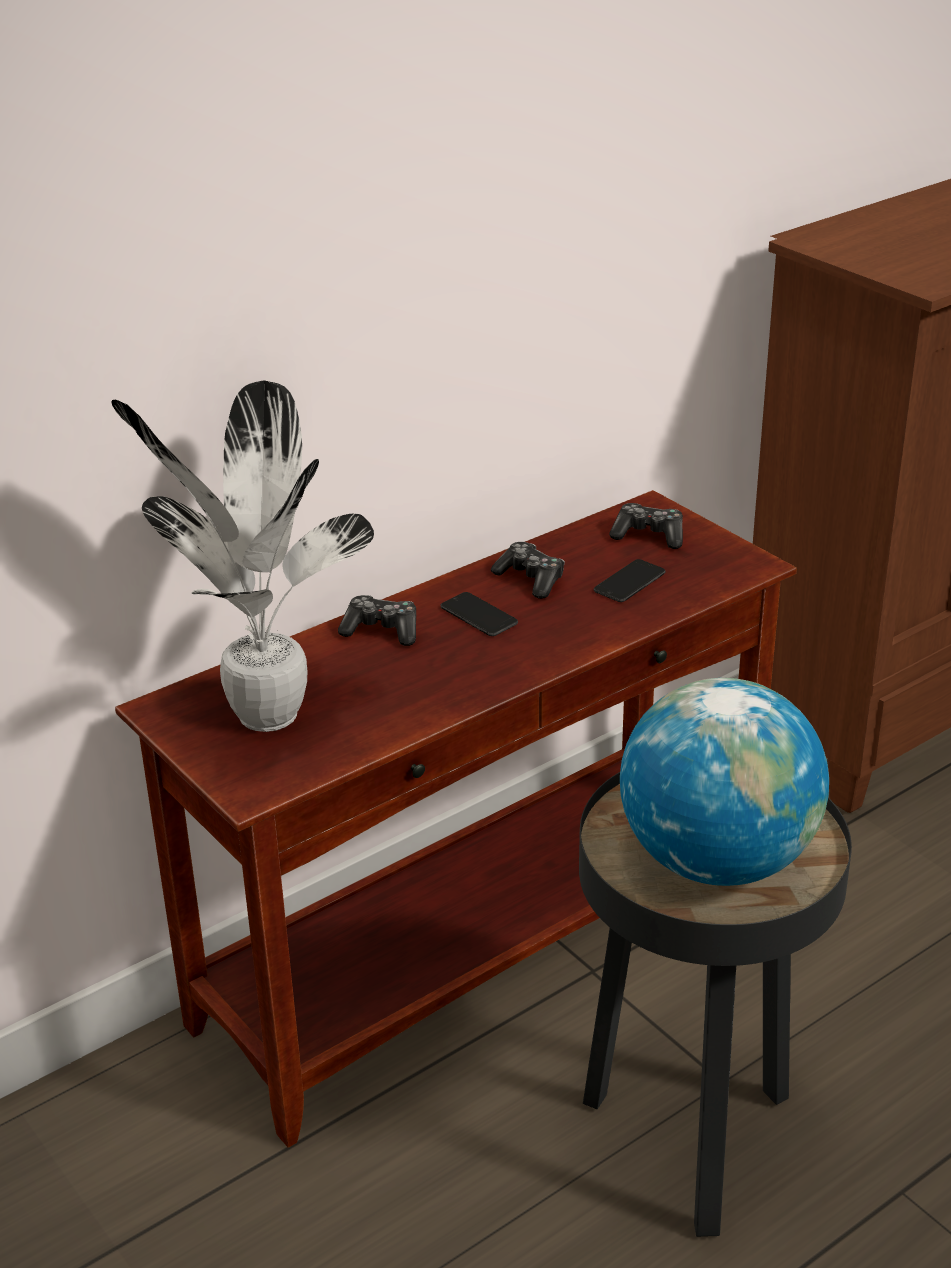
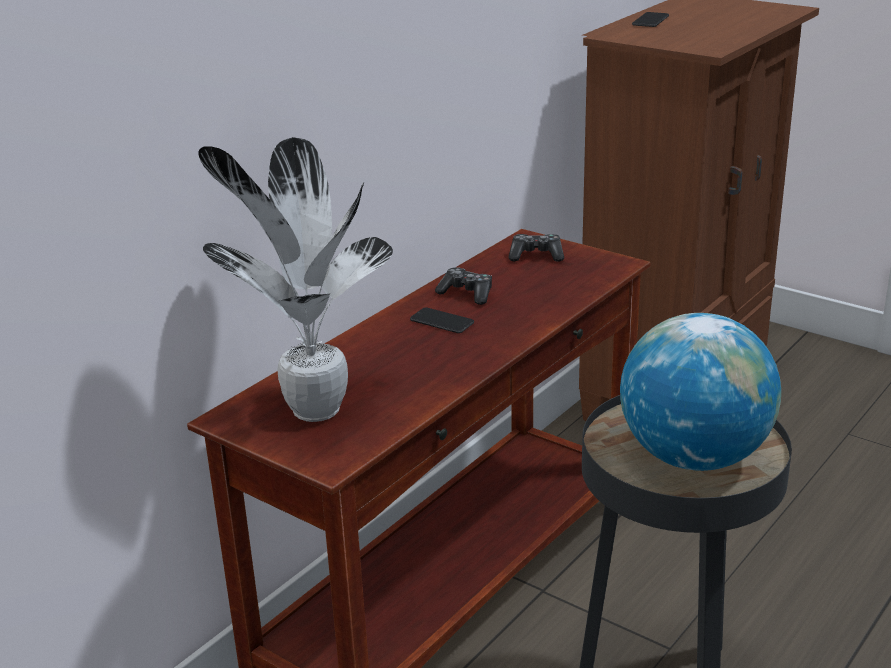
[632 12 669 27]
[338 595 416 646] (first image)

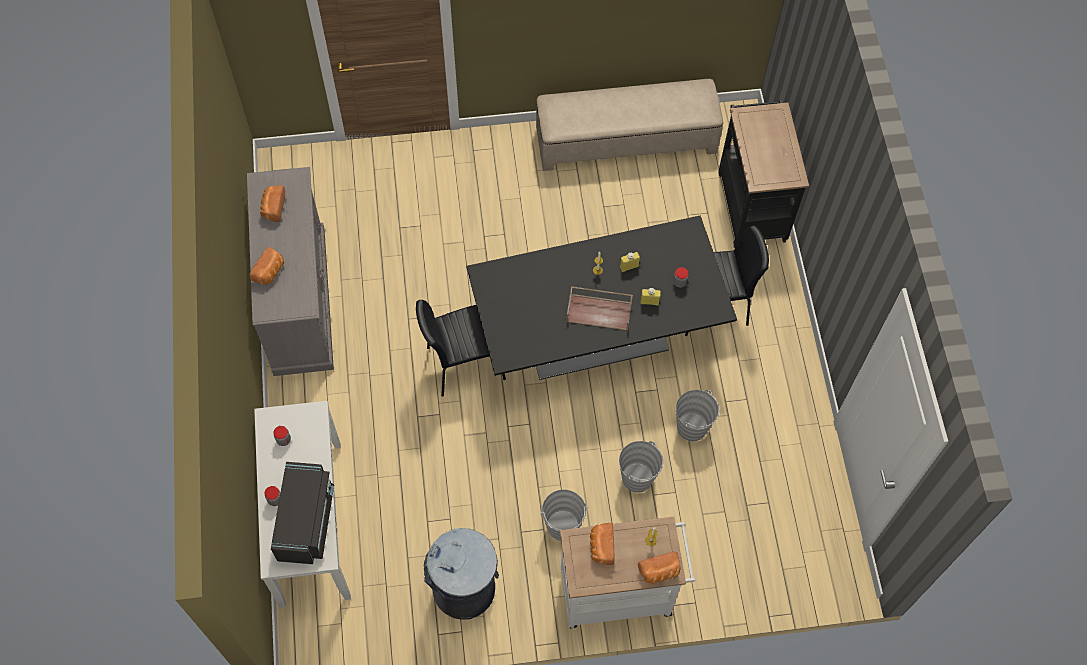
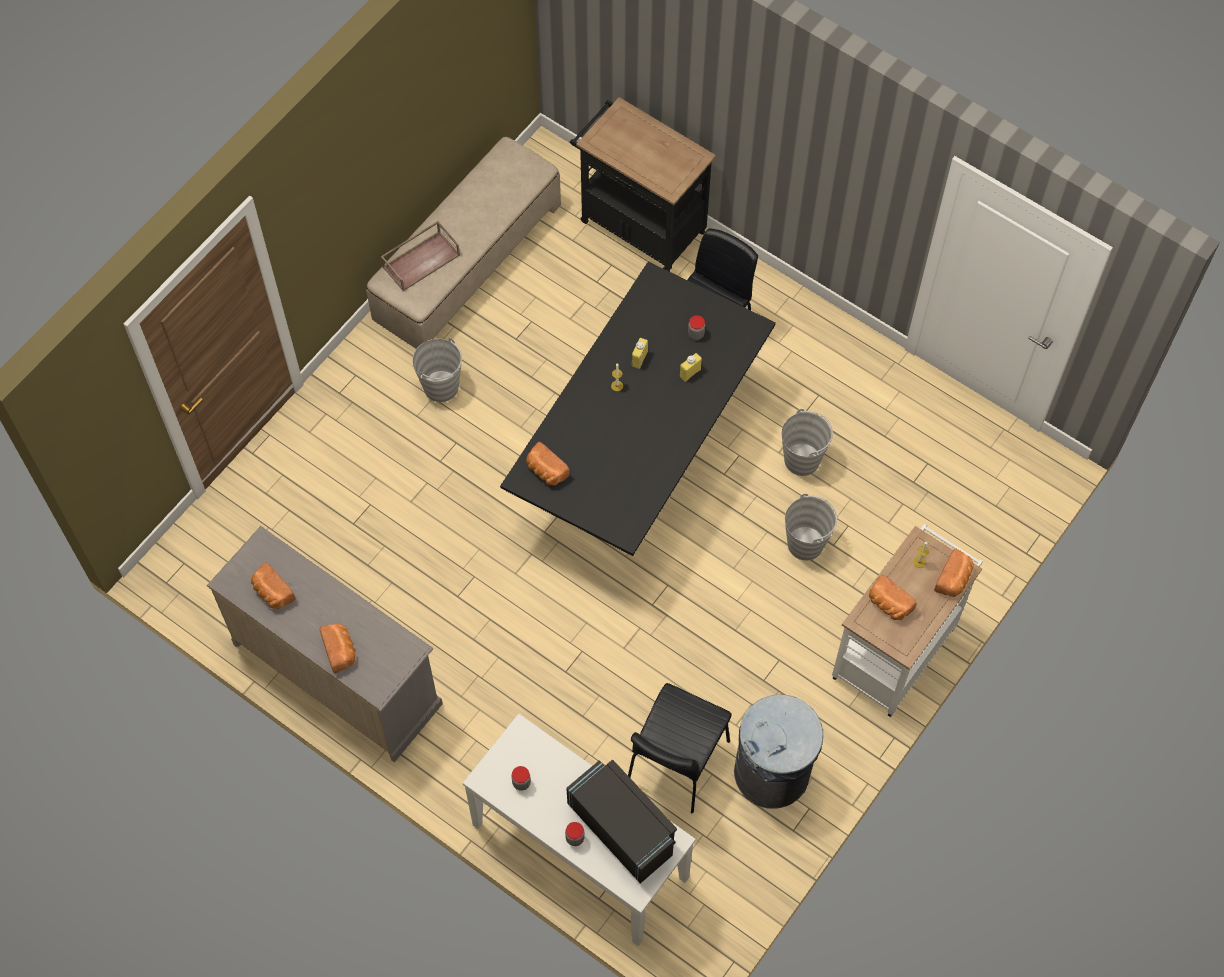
[381 221 460 291]
[628 683 732 813]
[412 338 462 402]
[526 442 570 485]

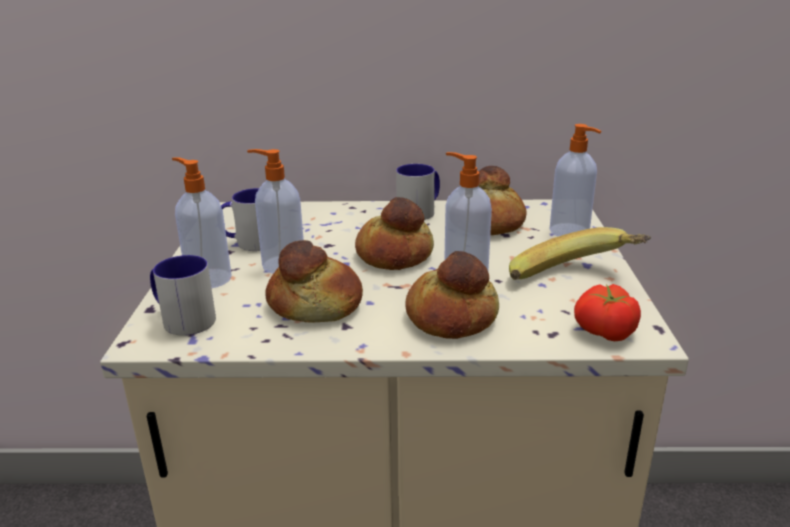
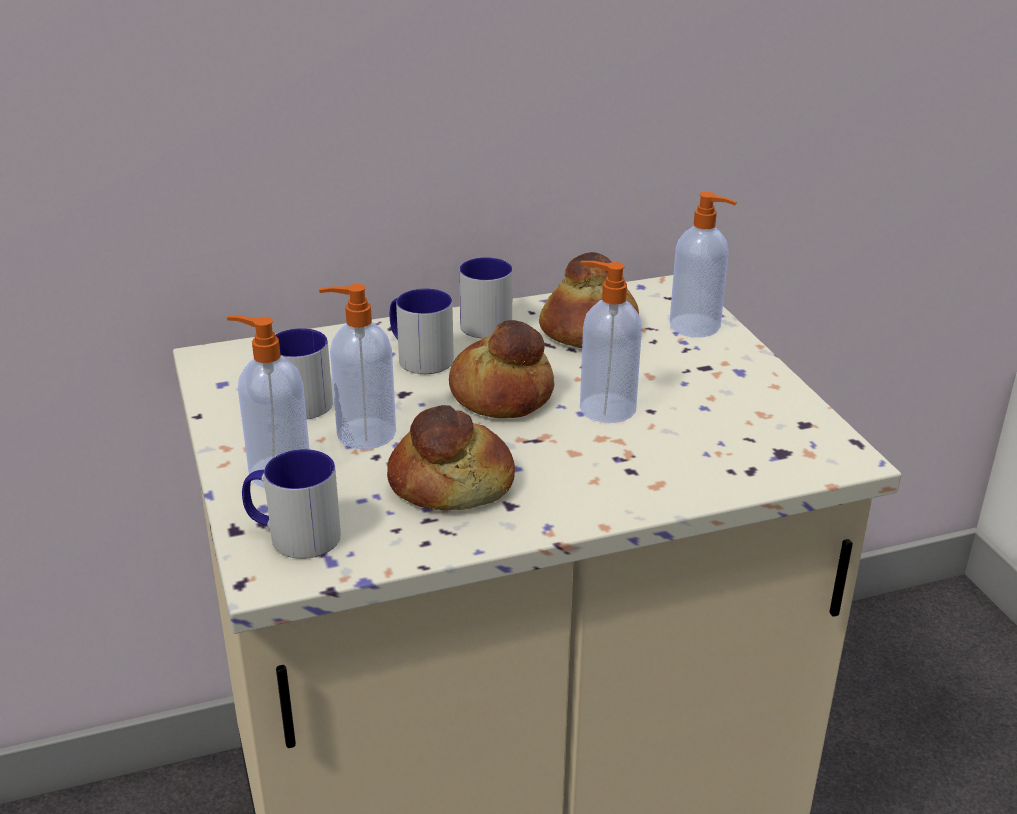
[509 227 651 280] (first image)
[405 251 499 339] (first image)
[574 284 641 341] (first image)
[390 289 454 374]

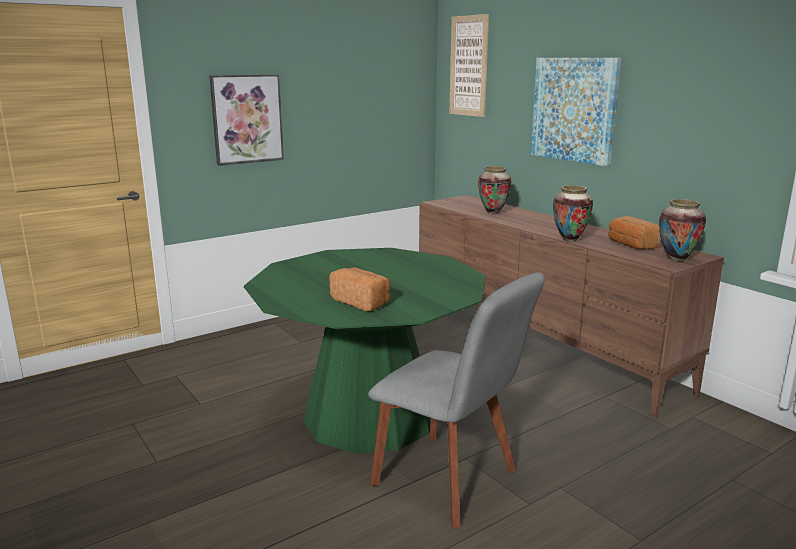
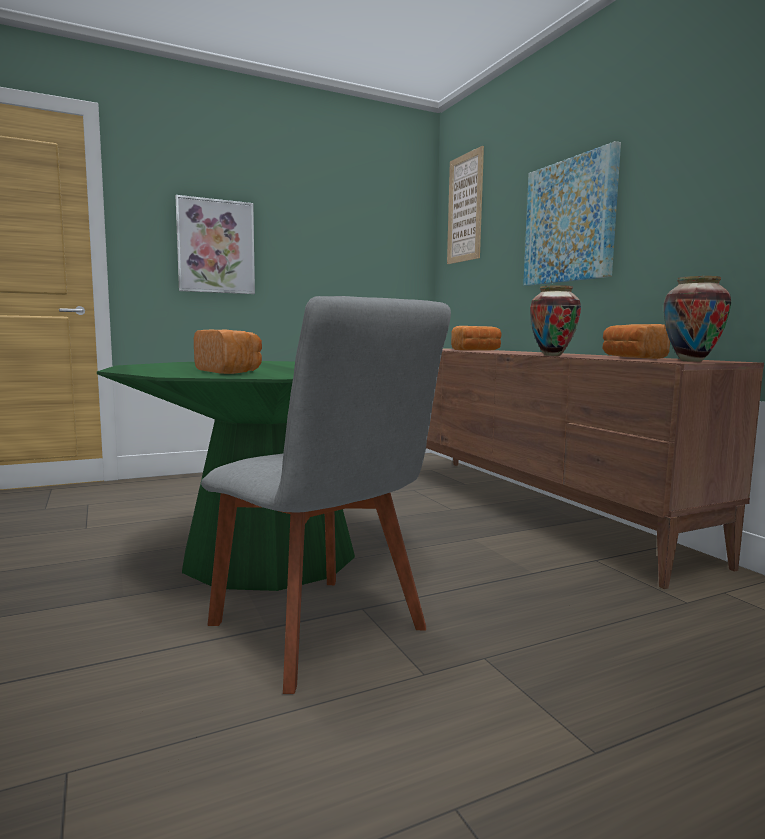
[451 326 502 351]

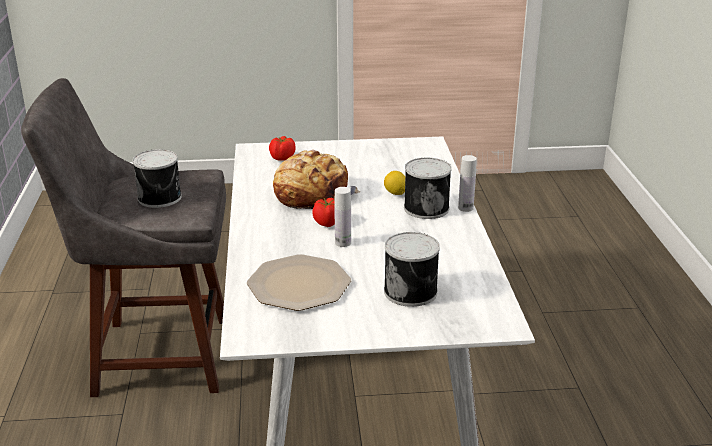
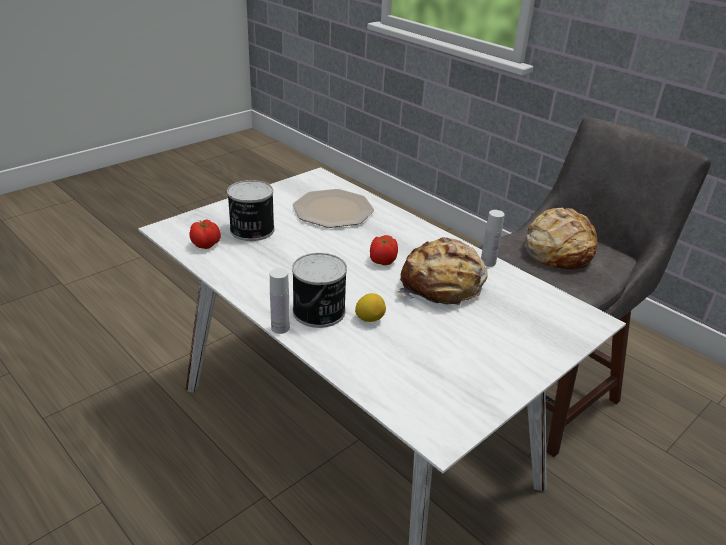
[189 219 221 249]
[524 208 597 269]
[481 210 505 267]

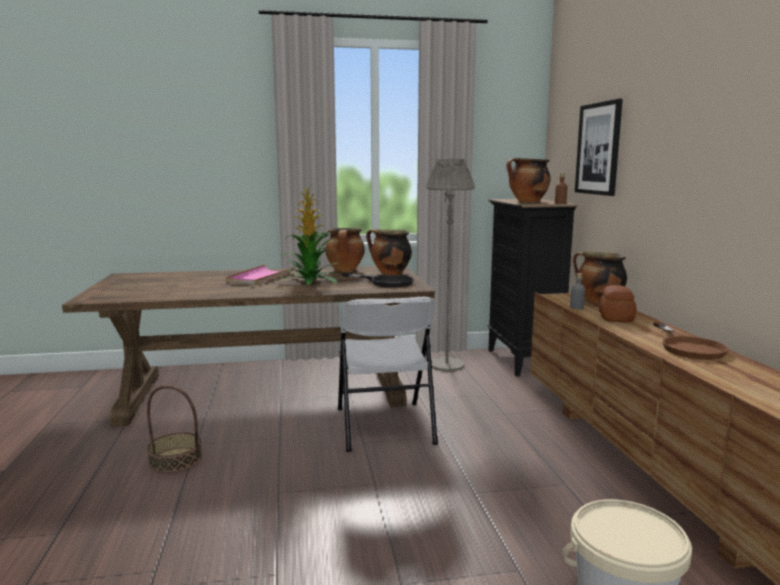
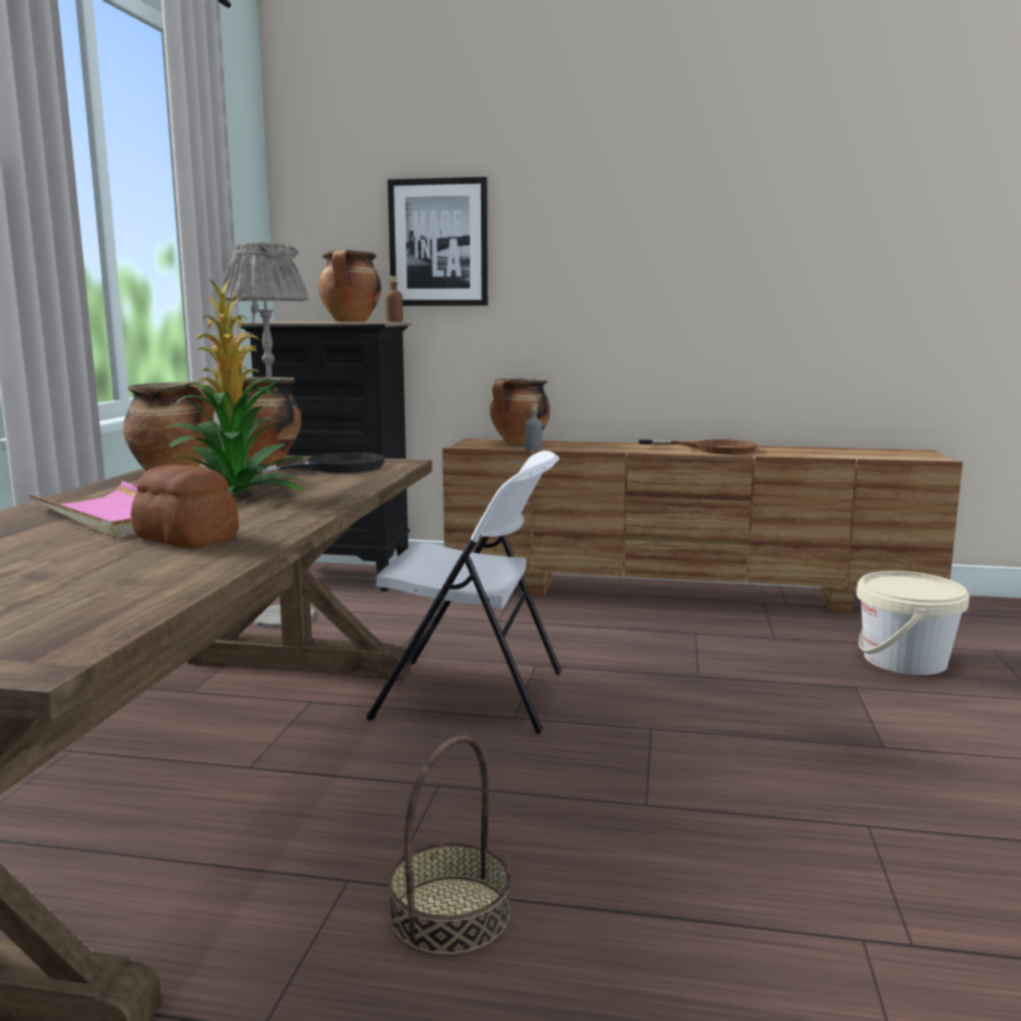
[131 464 239 548]

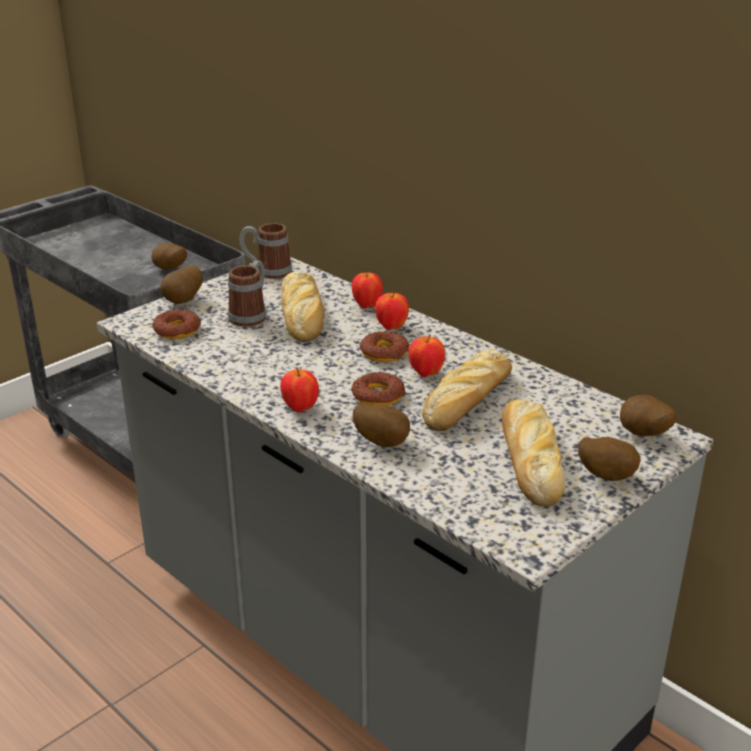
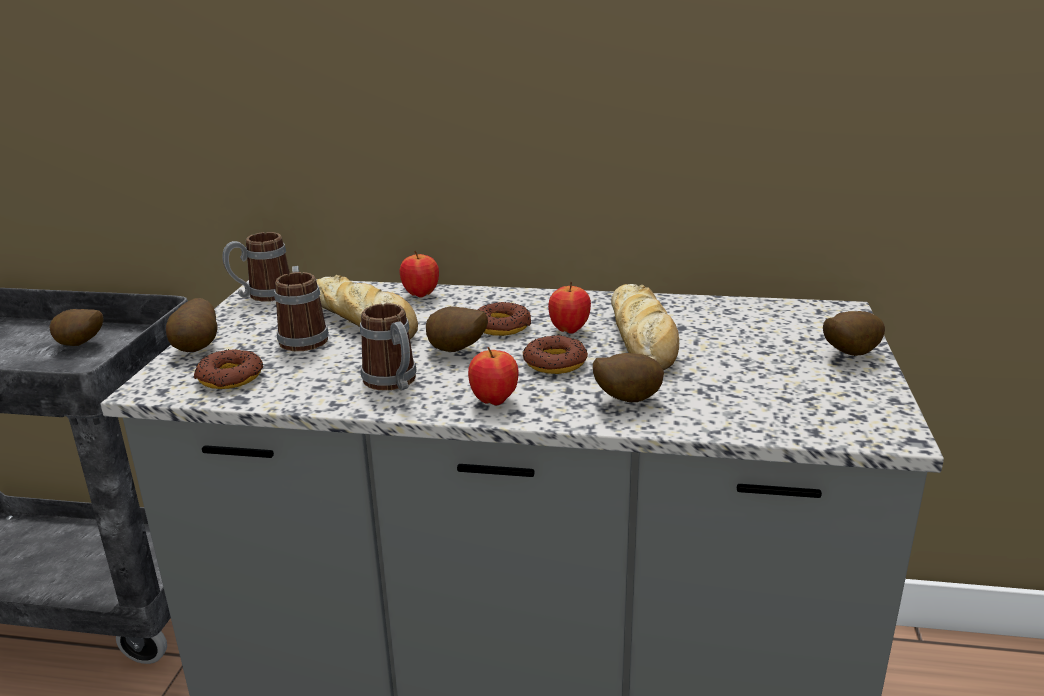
[375 291 409 330] (first image)
[426 306 488 352]
[502 399 565 507] (first image)
[360 303 417 390]

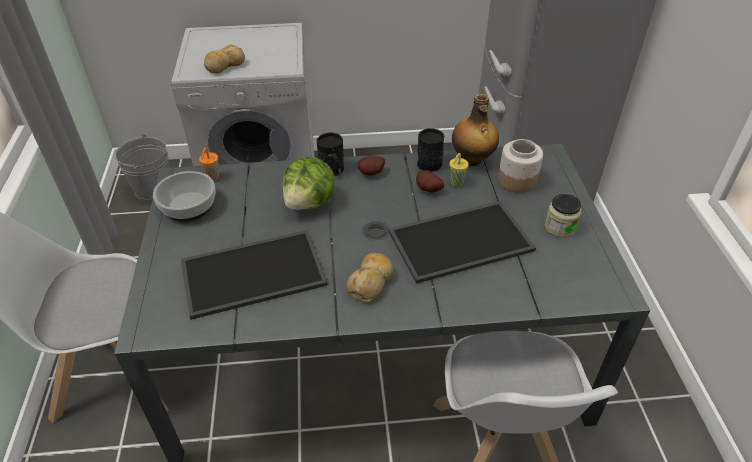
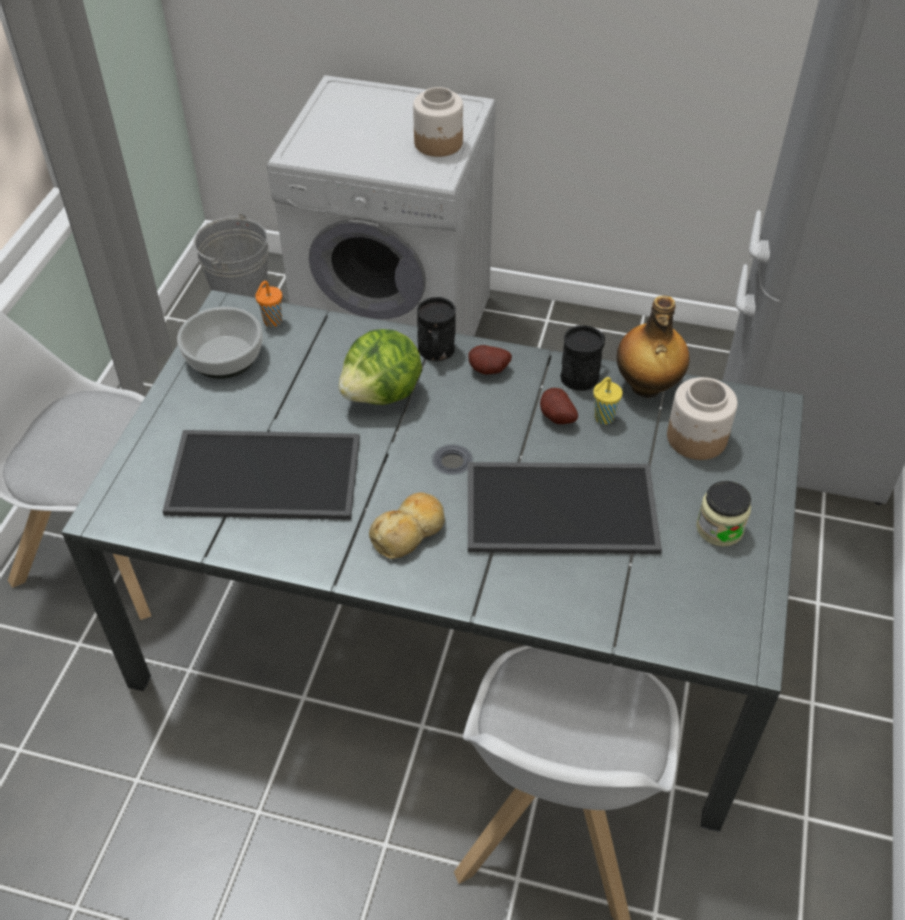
[204 44 245 74] (first image)
[413 87 463 157]

